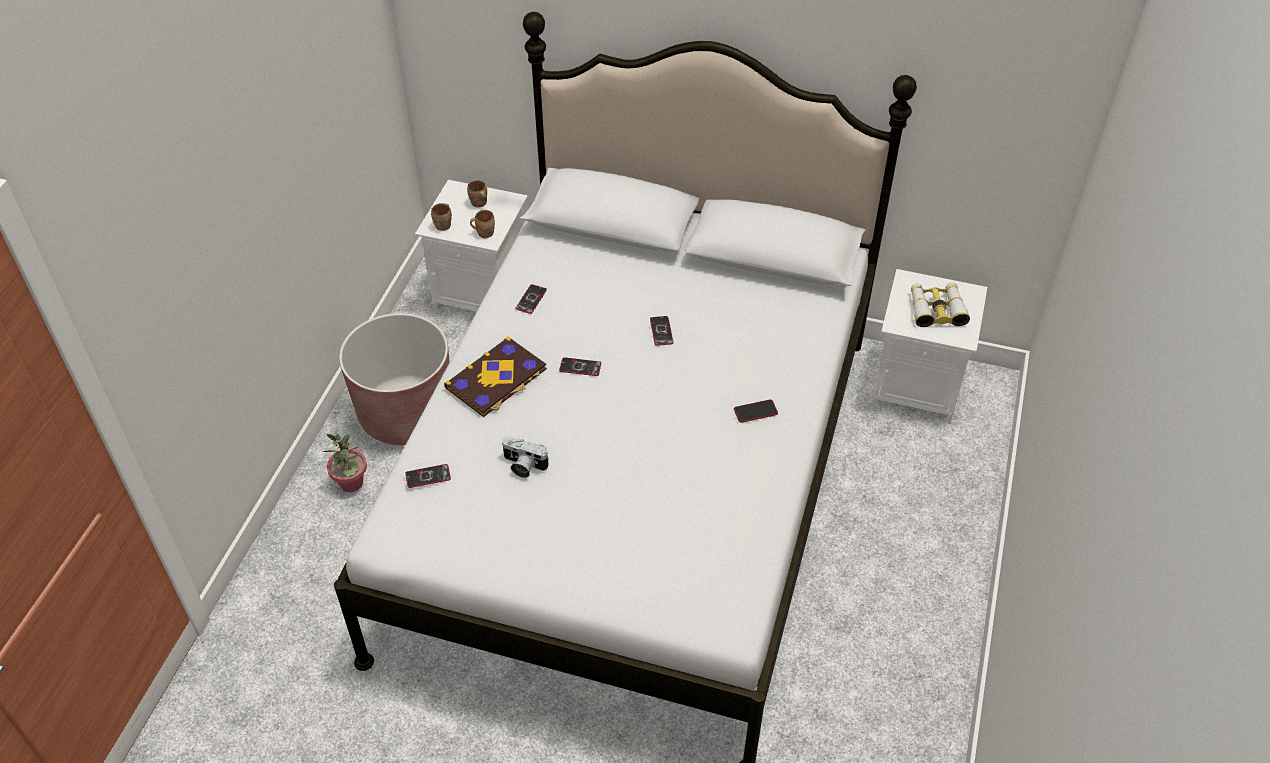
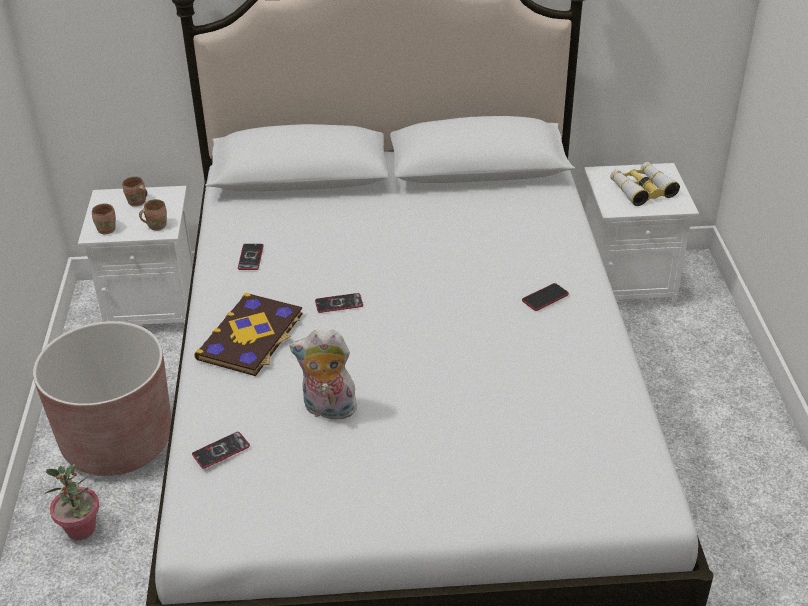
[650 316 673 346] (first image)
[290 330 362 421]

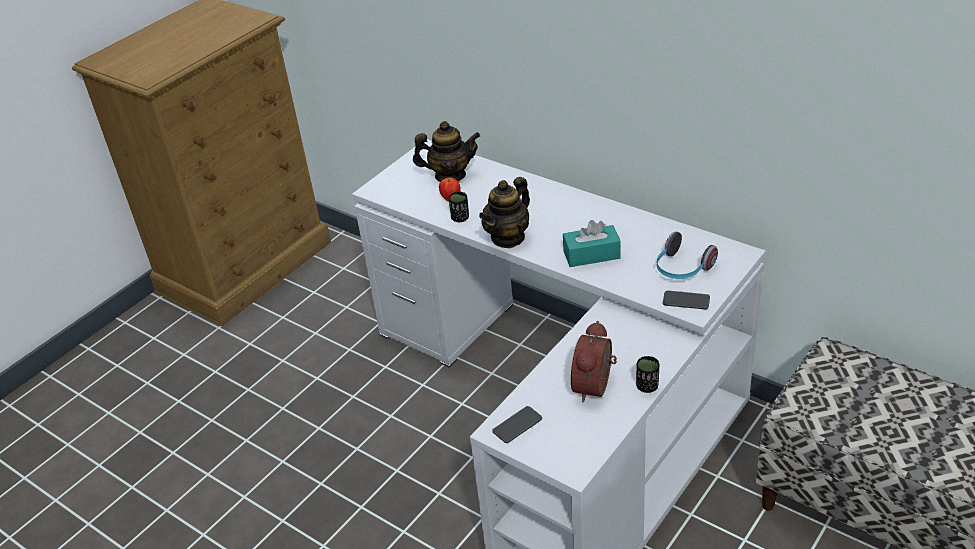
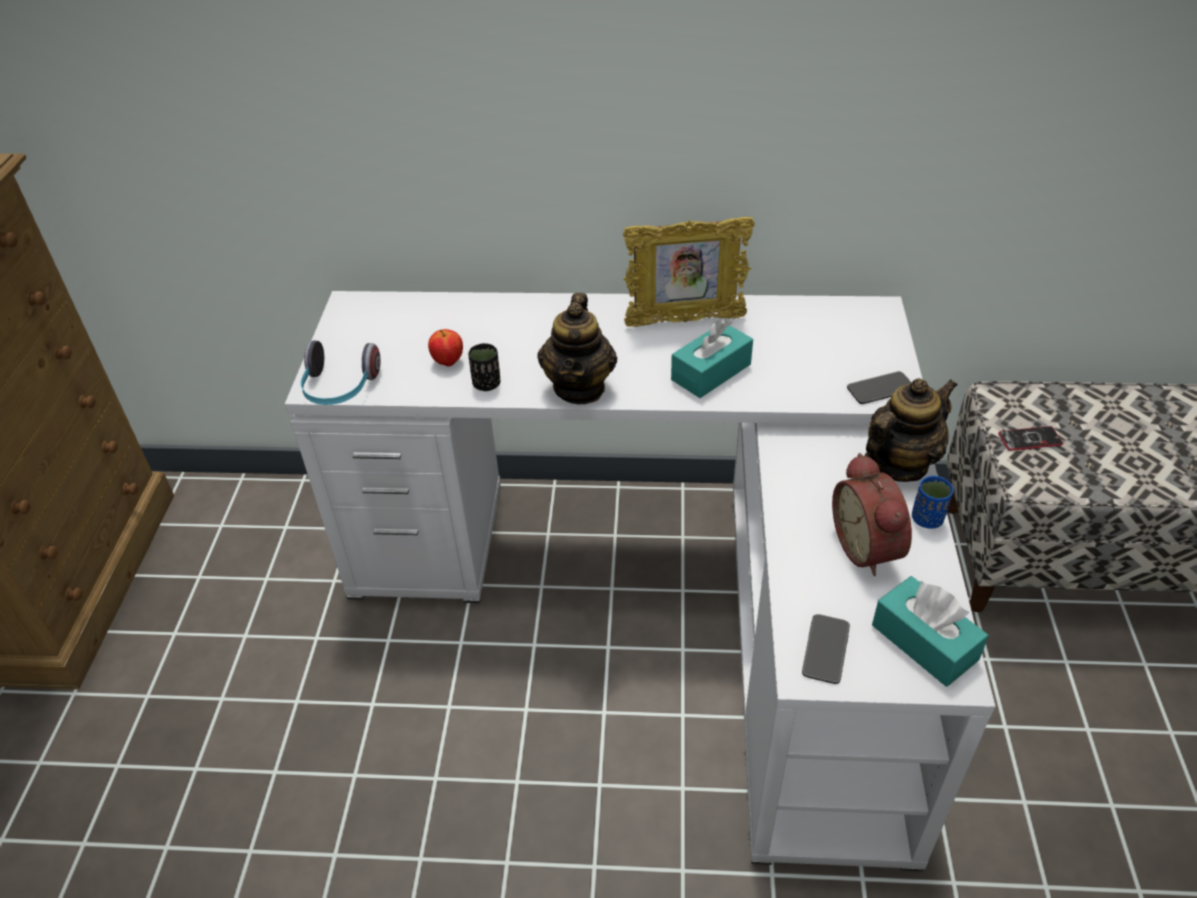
[865 378 958 482]
[301 340 381 405]
[912 476 954 529]
[623 217 755 327]
[998 426 1063 451]
[872 576 989 687]

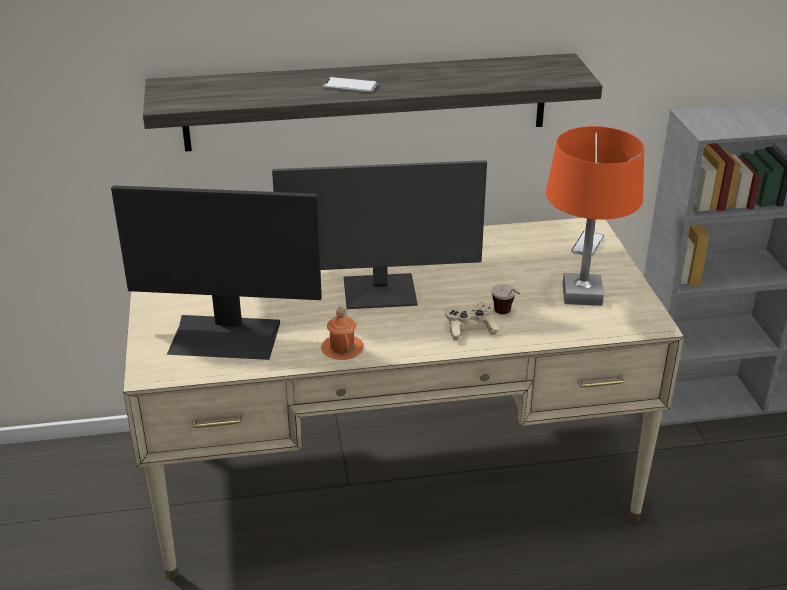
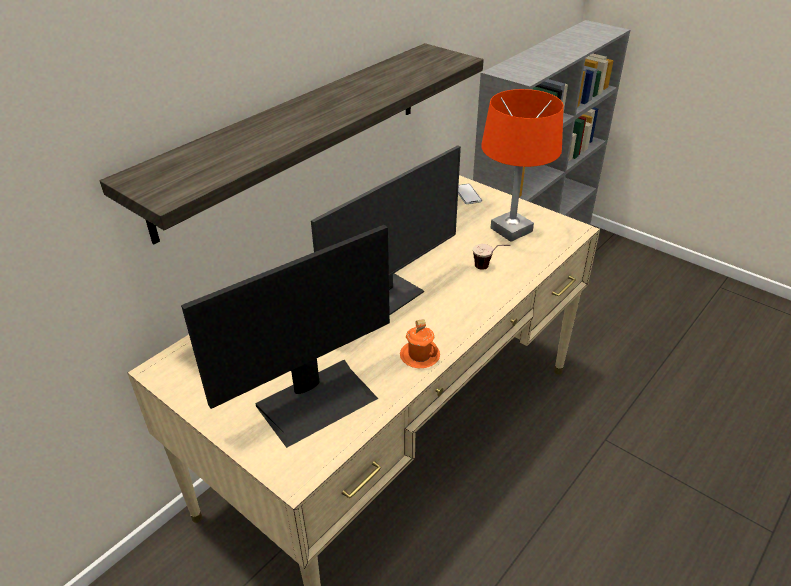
[323 77 378 92] (first image)
[446 302 499 341] (first image)

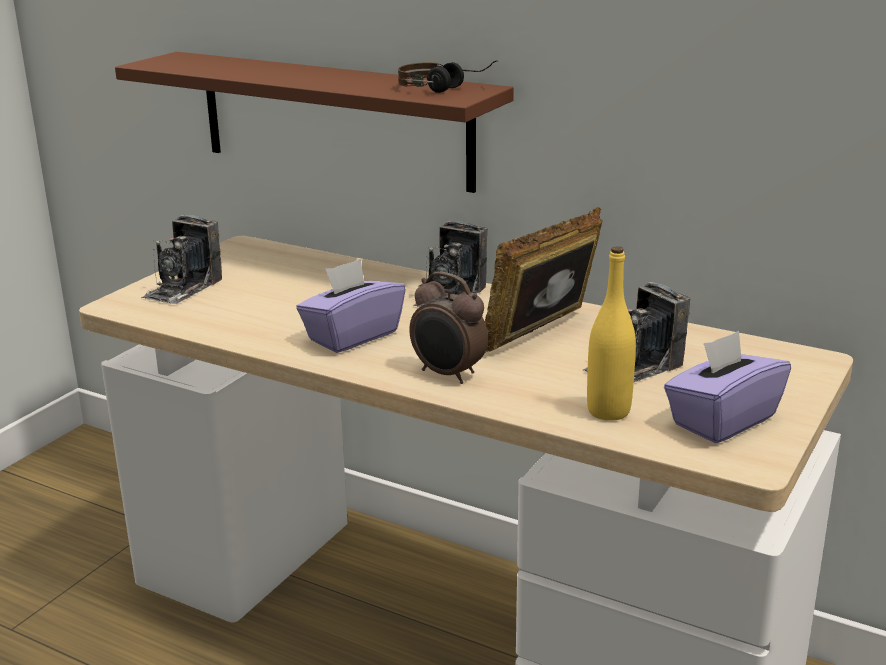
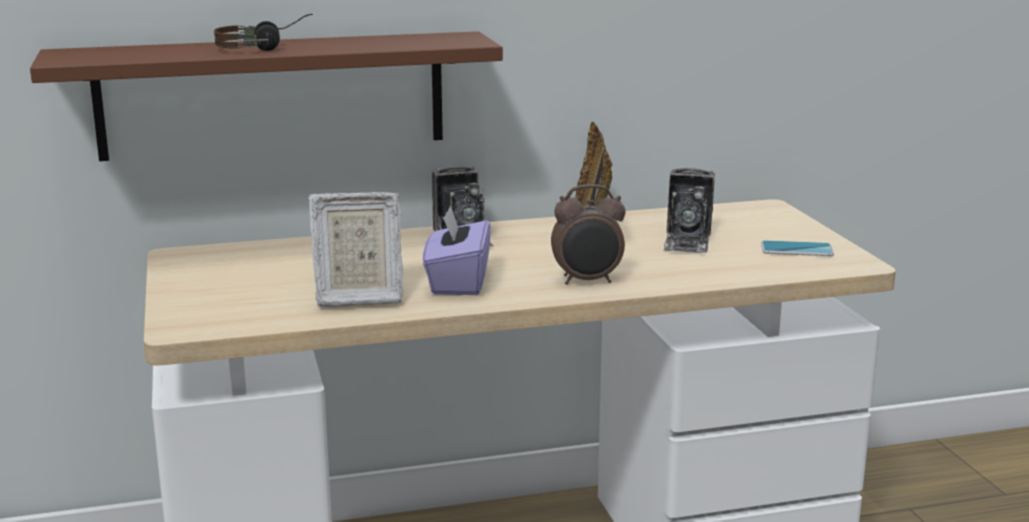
[214 14 313 51]
[141 215 222 304] (first image)
[587 246 636 421] (first image)
[761 240 834 256]
[308 192 403 307]

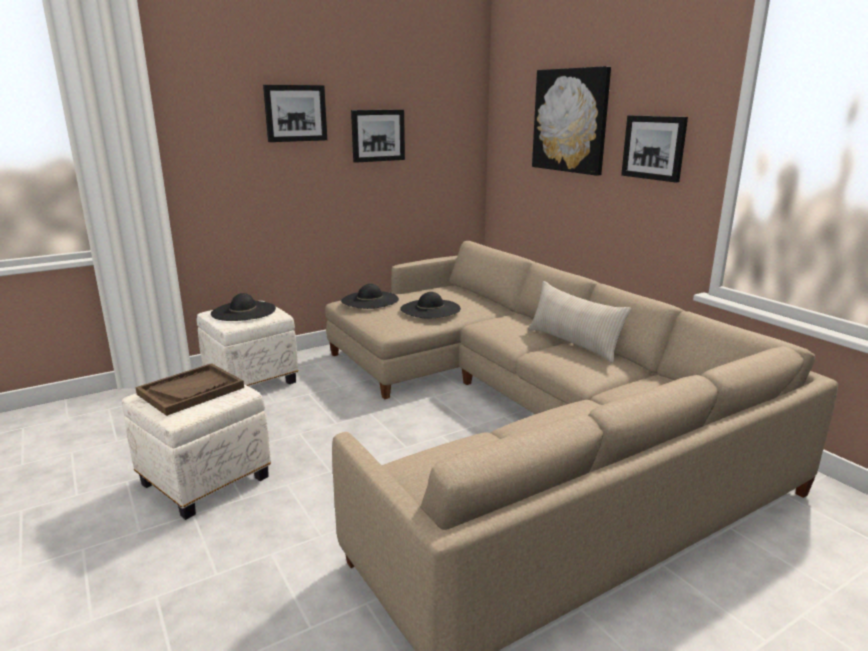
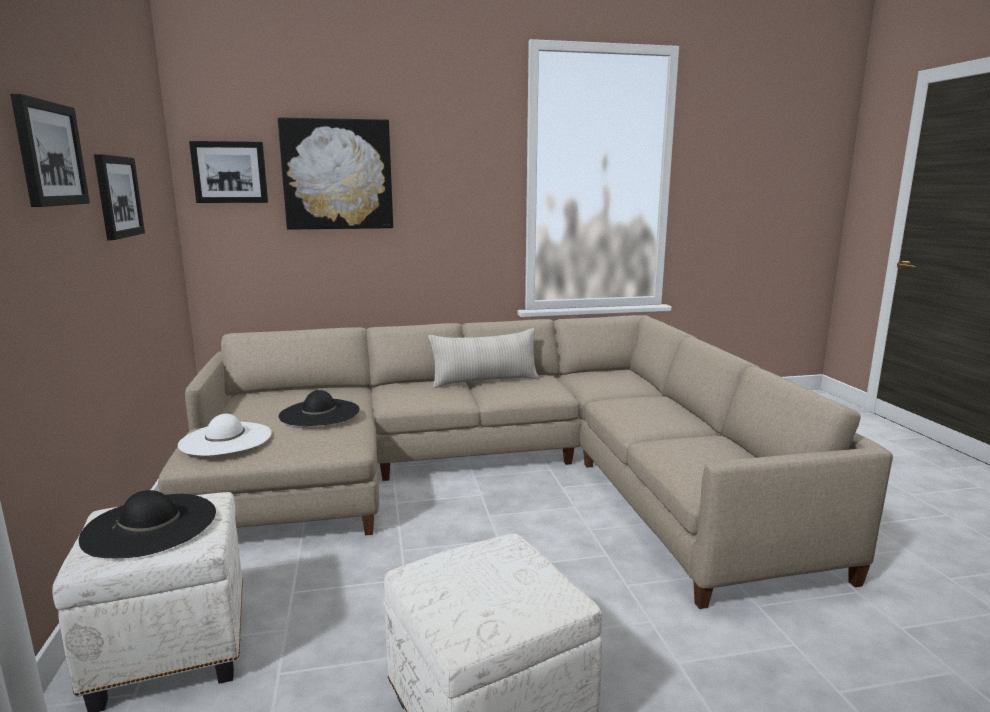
[189 141 268 203]
[178 414 271 456]
[136 363 244 416] (first image)

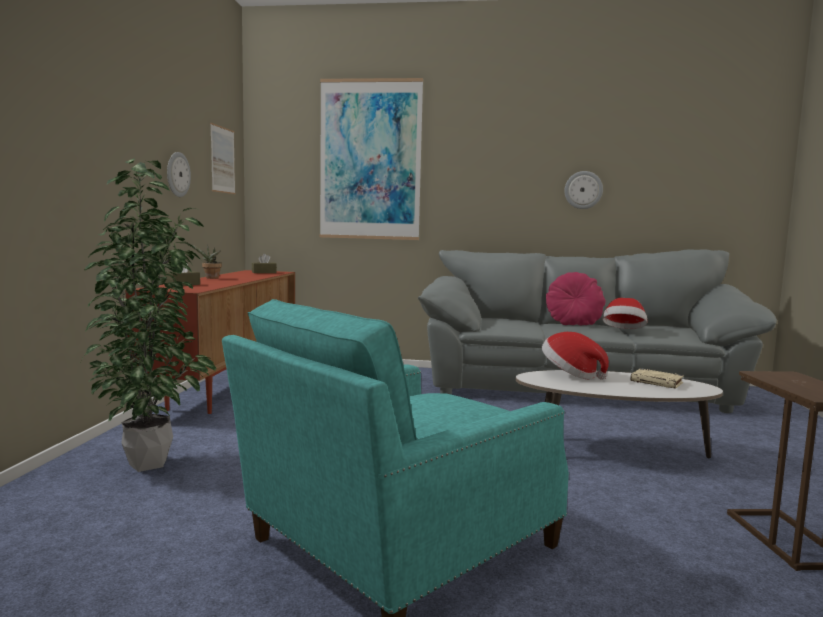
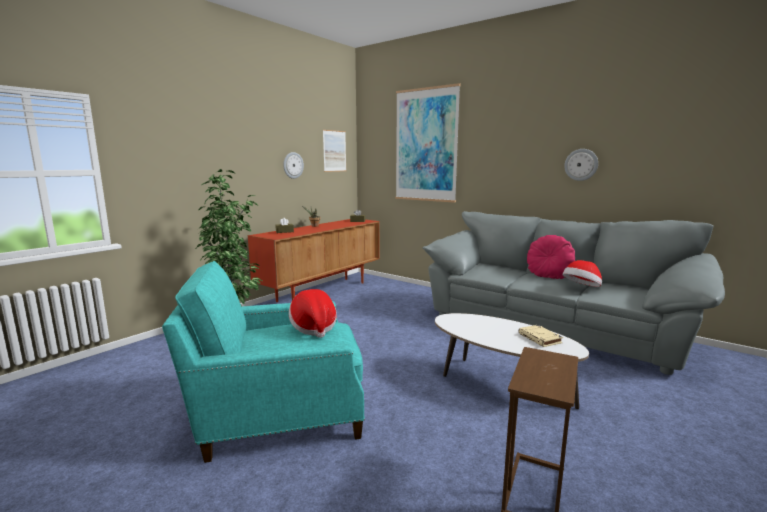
[289 289 337 338]

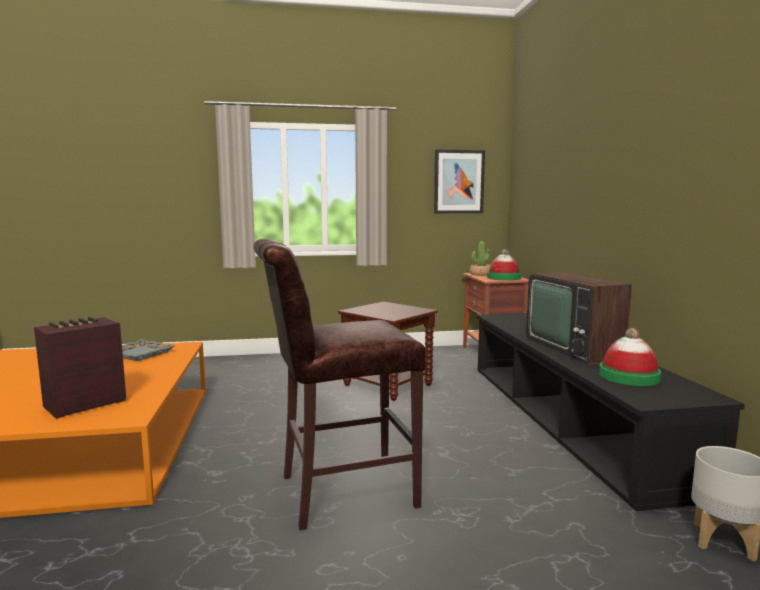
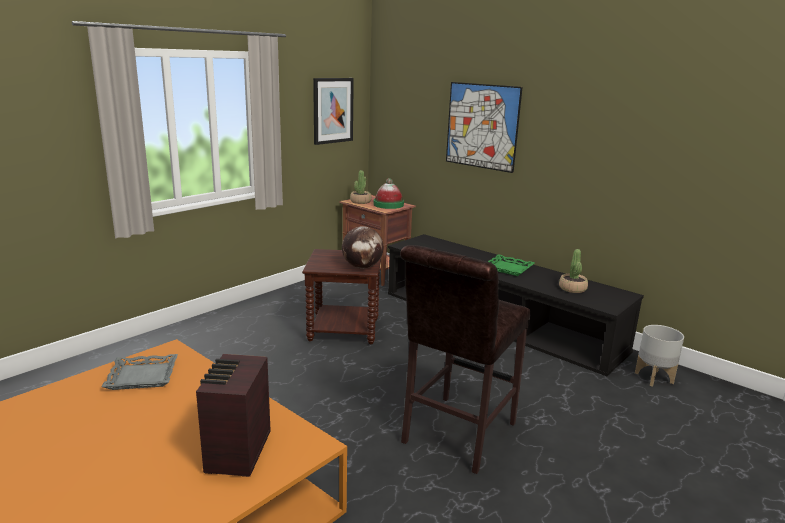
[488 254 535 276]
[559 249 588 293]
[446 82 523 173]
[342 226 384 269]

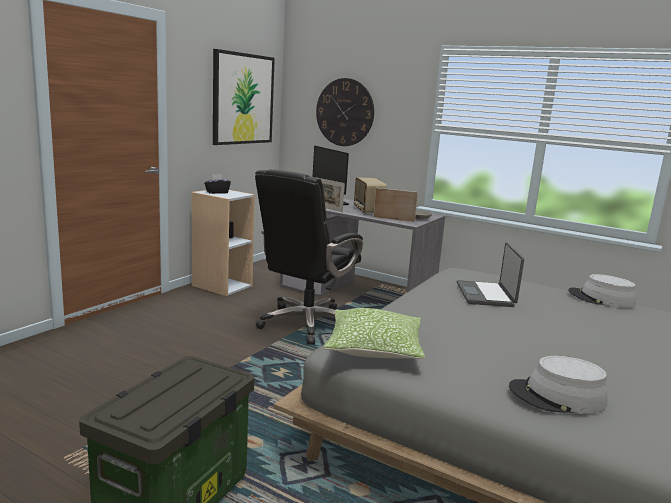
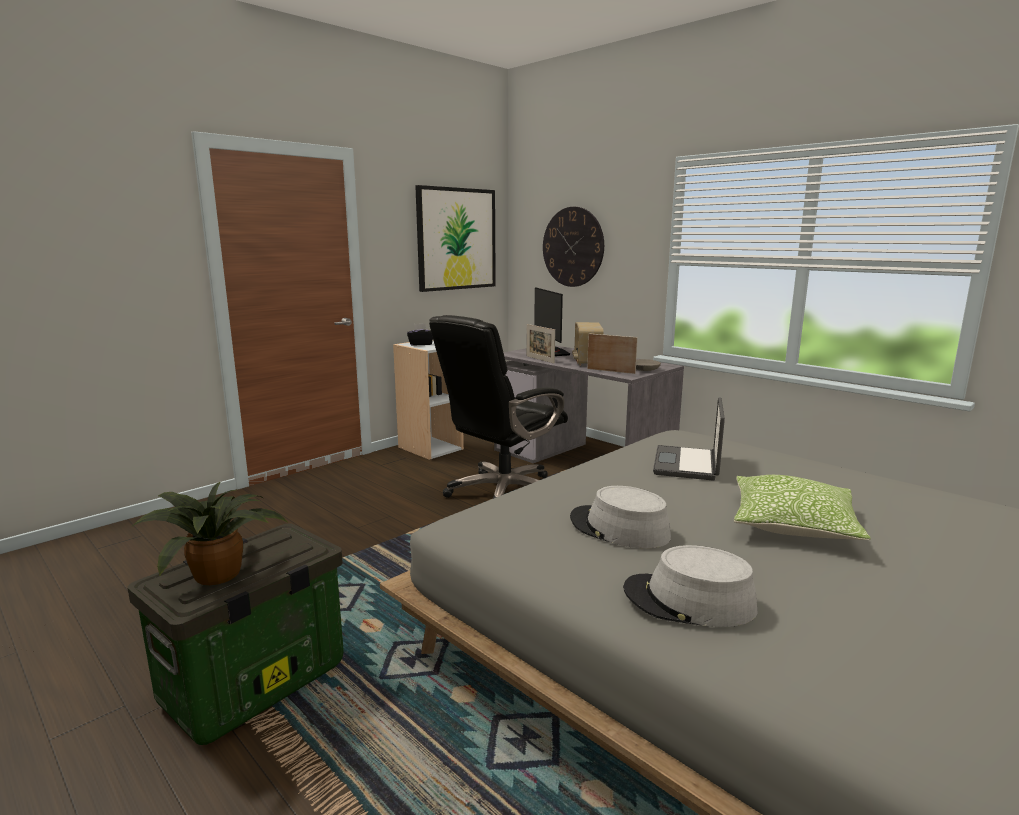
[570 486 671 548]
[734 475 871 540]
[131 482 287 585]

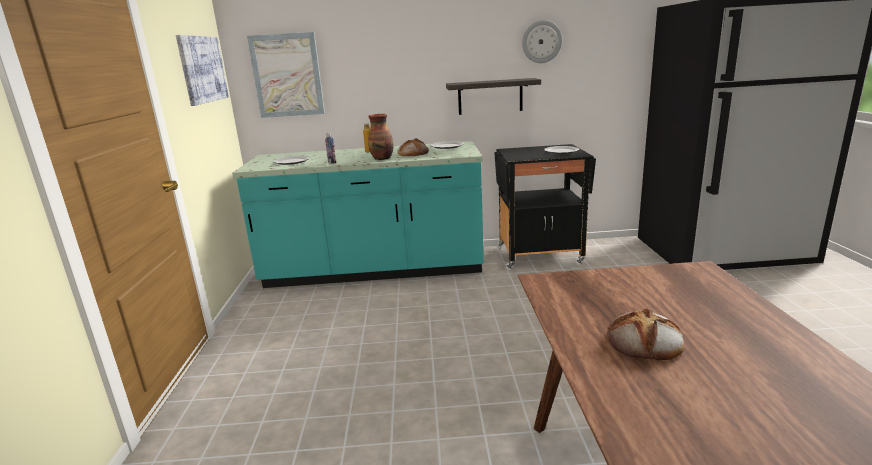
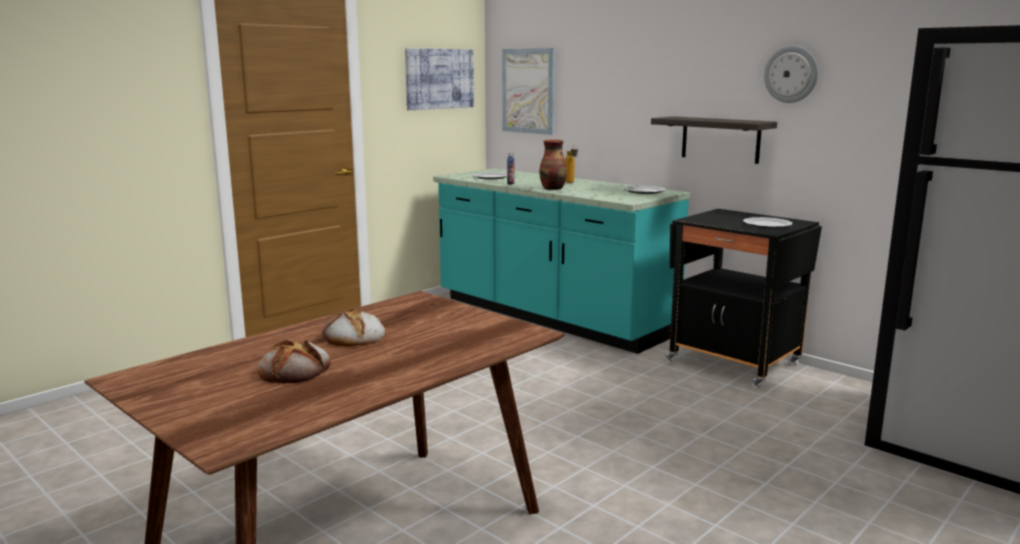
[257 340 331 383]

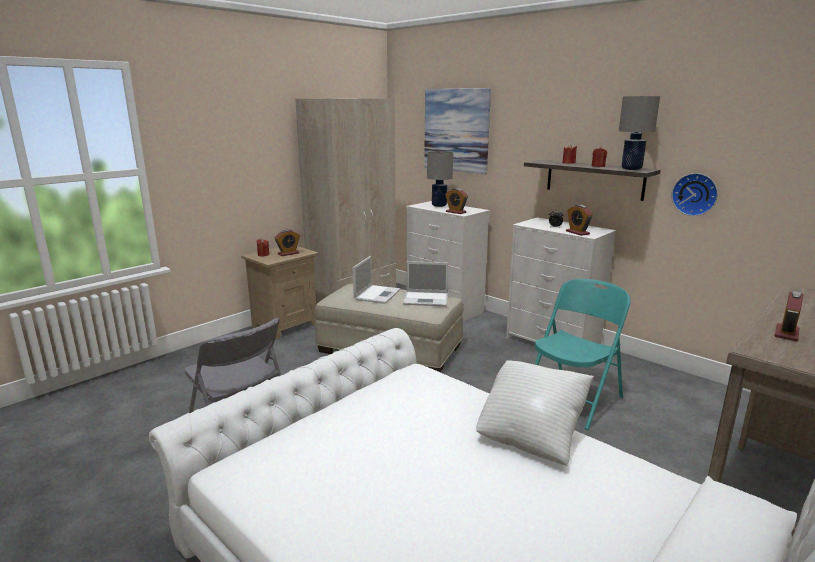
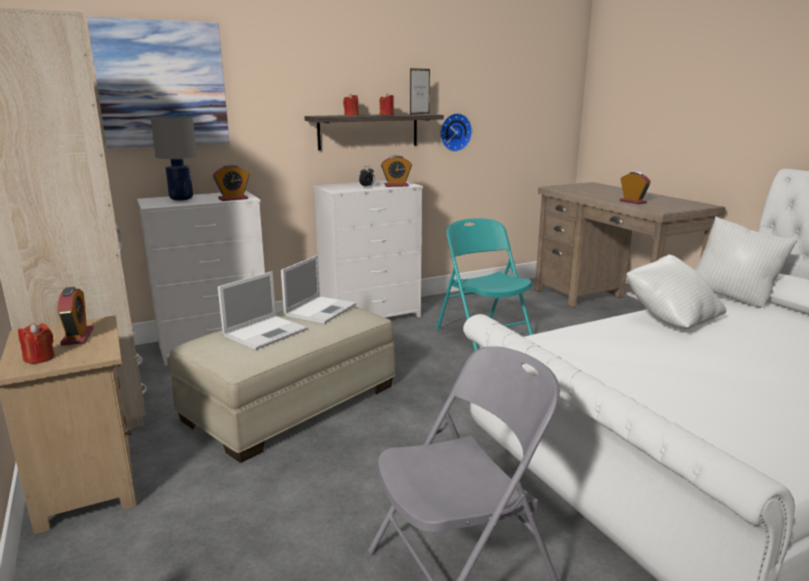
[410 68 430 115]
[218 271 308 350]
[695 216 798 308]

